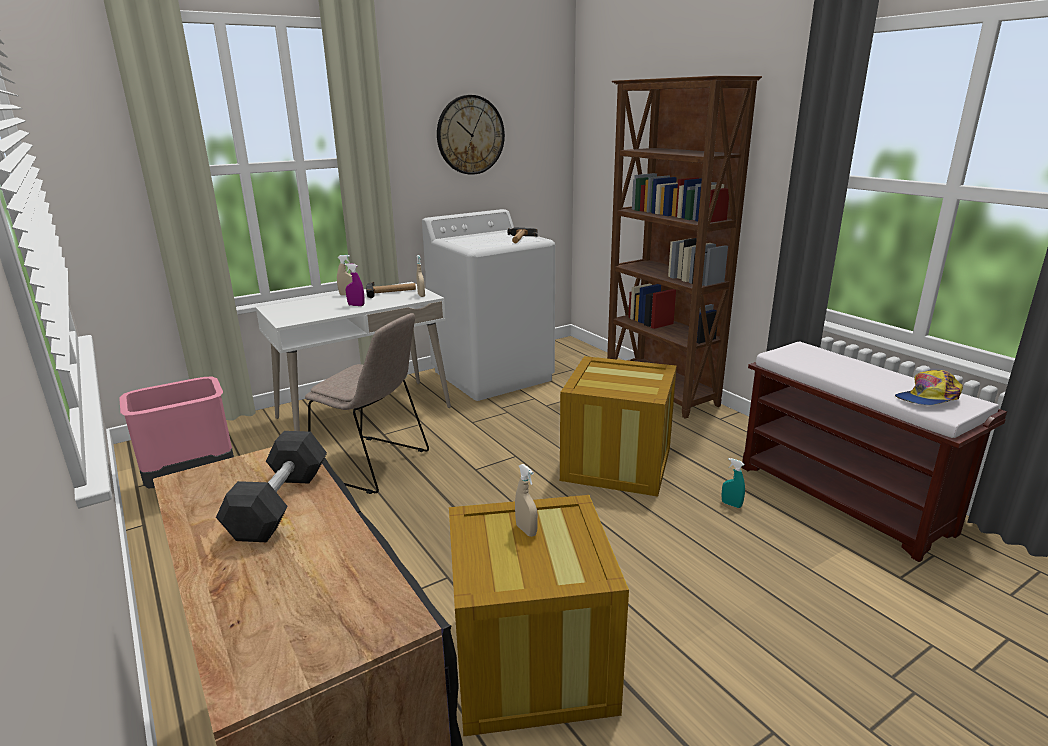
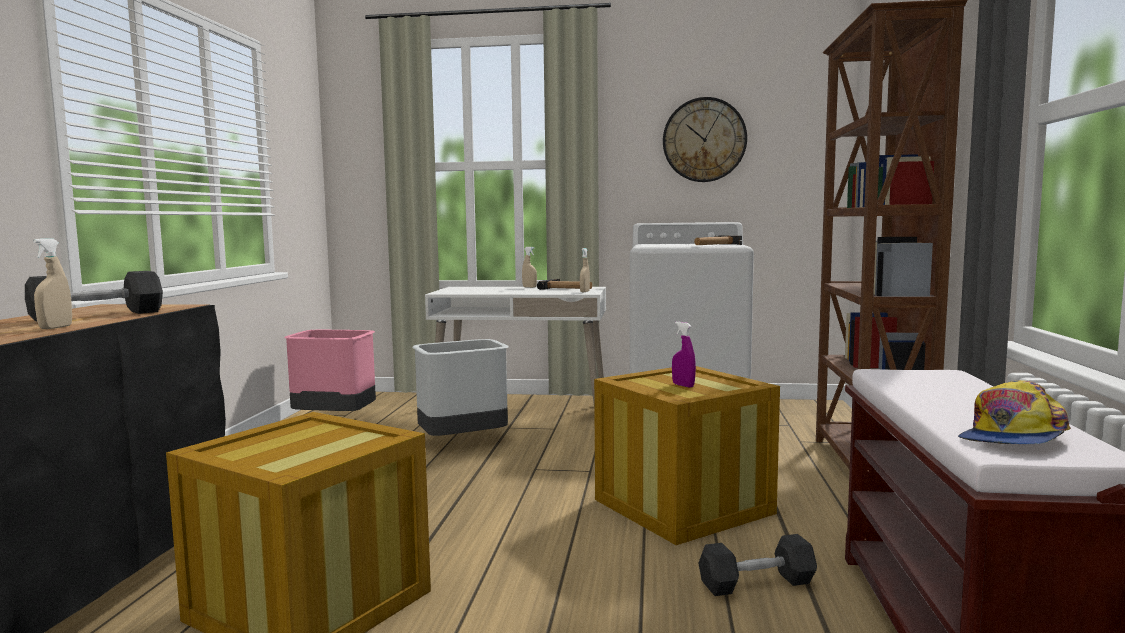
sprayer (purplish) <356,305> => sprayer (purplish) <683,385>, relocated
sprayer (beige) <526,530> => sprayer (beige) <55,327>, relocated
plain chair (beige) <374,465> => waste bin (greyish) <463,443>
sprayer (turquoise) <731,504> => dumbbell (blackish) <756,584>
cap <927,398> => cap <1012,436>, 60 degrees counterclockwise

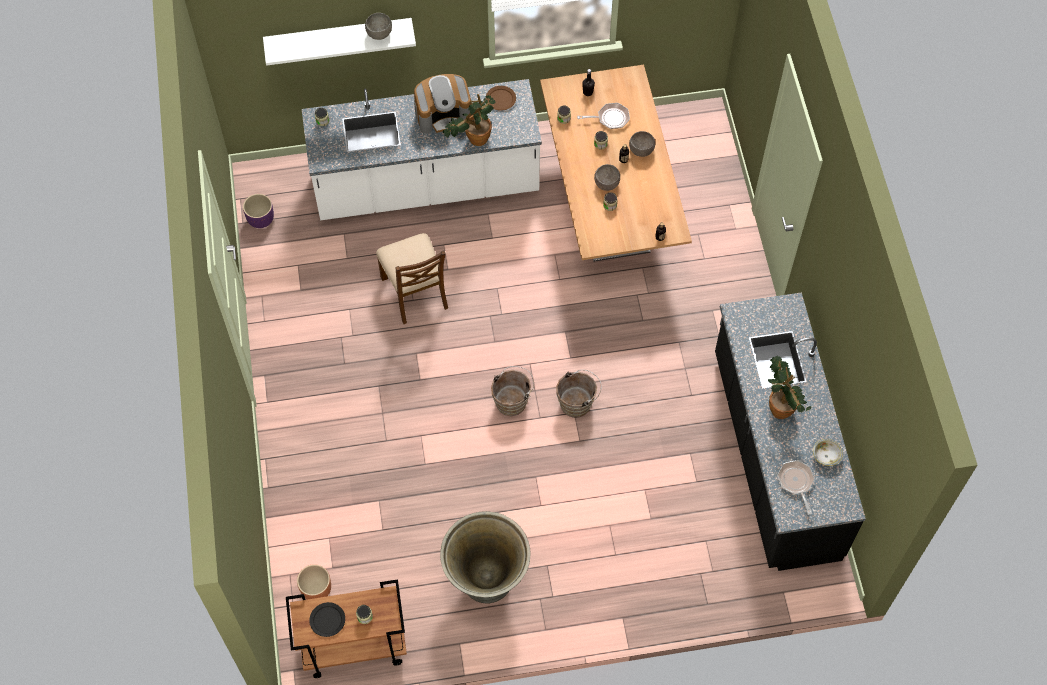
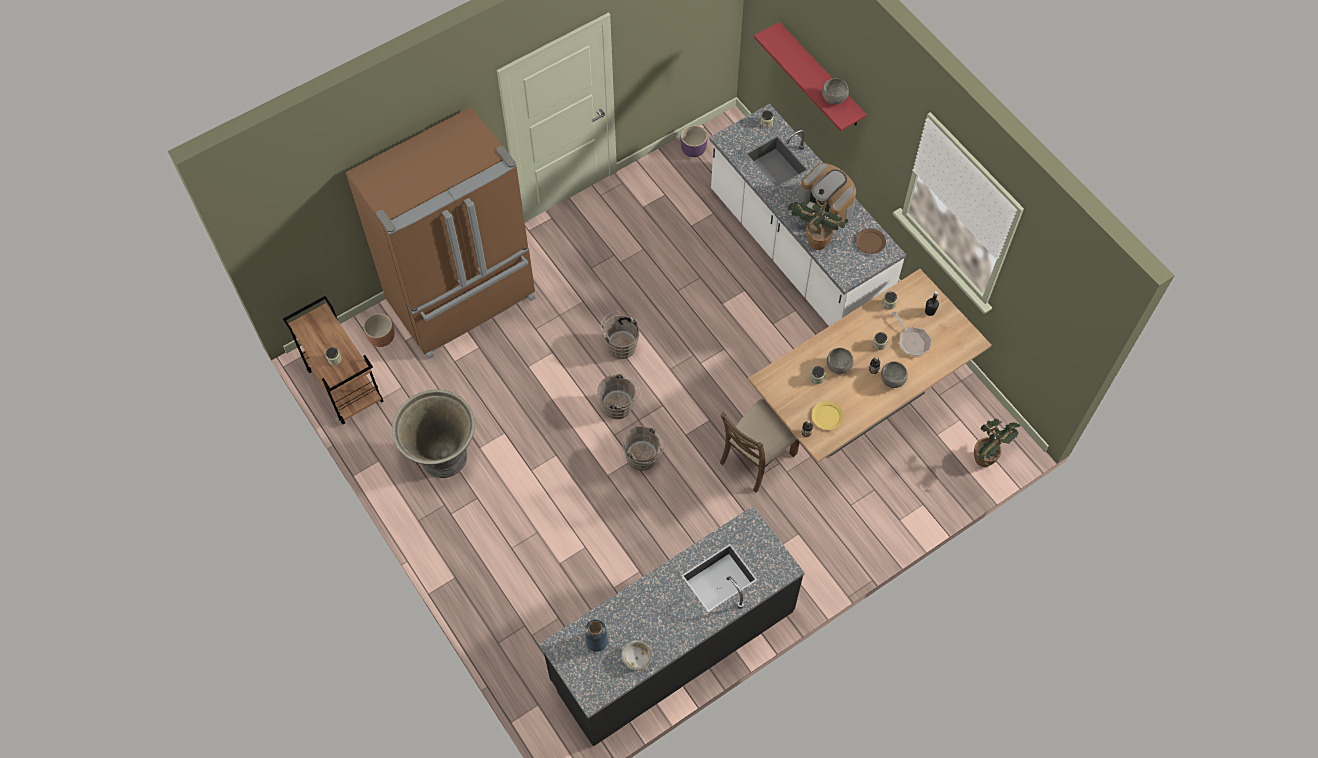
flat dish (blackish) <327,620> => nothing
nothing => refrigerator (brown) <463,301>
nothing => water bucket (brown) <620,344>
nothing => flat dish (yellow-coloured) <827,416>
plain chair (brown) <415,292> => plain chair (brown) <756,458>, relocated
potted plant <780,405> => potted plant <988,457>, relocated
skillet <796,482> => flower vase (blue-coloured) <596,641>
shelf (white) <338,36> => shelf (reddish) <820,76>

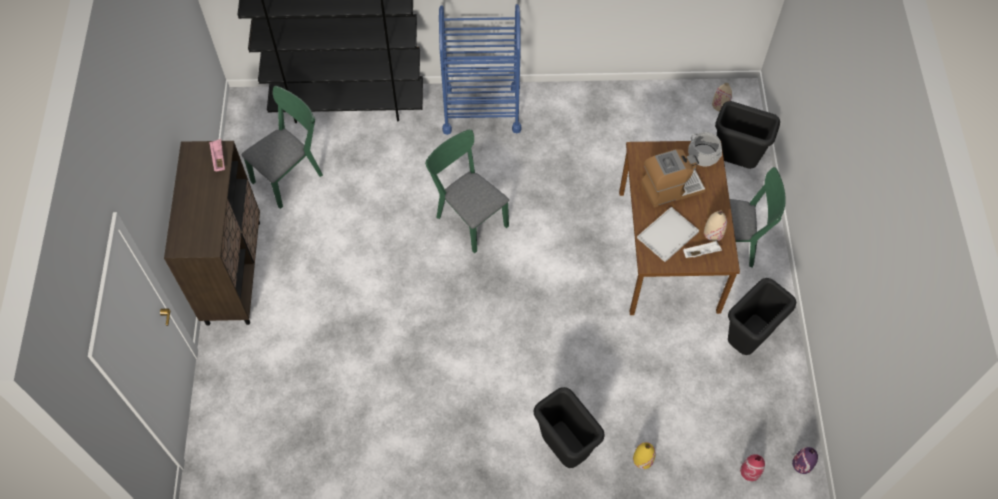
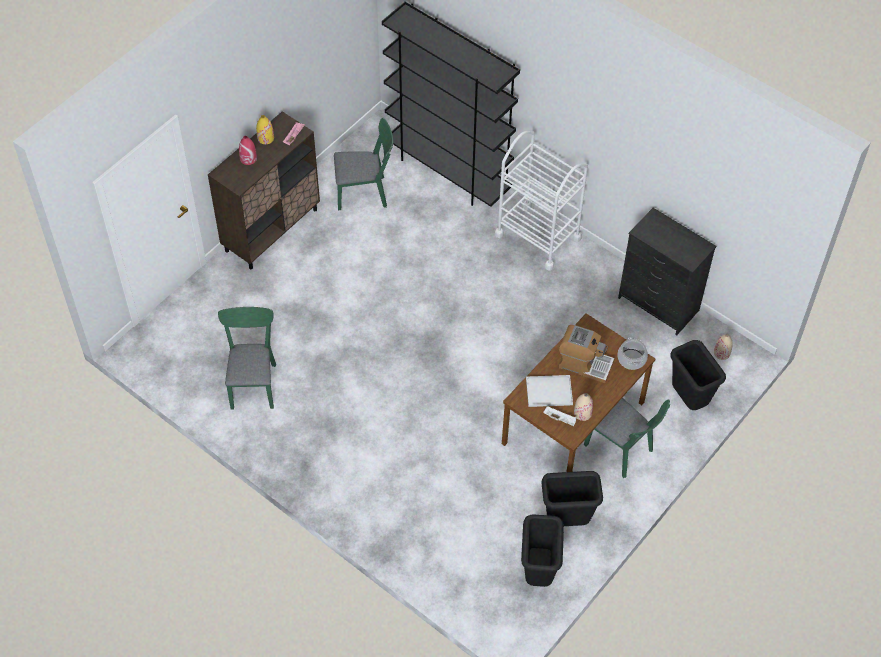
flower vase (purplish) <802,464> => nothing
nothing => chest of drawers (blackish) <658,304>
plain chair (green-coloured) <468,217> => plain chair (green-coloured) <253,382>, relocated
waste bin (blackish) <565,449> => waste bin (blackish) <538,573>, relocated
flower vase (yellow-coloured) <642,459> => flower vase (yellow-coloured) <265,138>, relocated
flower vase (reddish) <750,471> => flower vase (reddish) <248,158>, relocated
wheeled cart (blue-coloured) <481,109> => wheeled cart (white) <538,236>

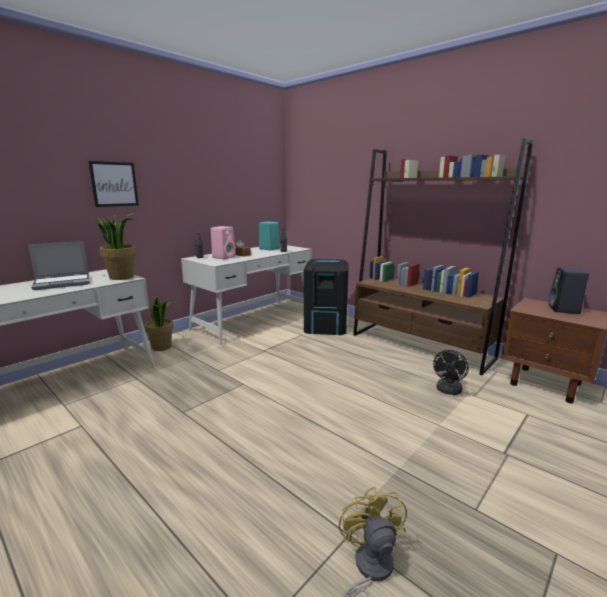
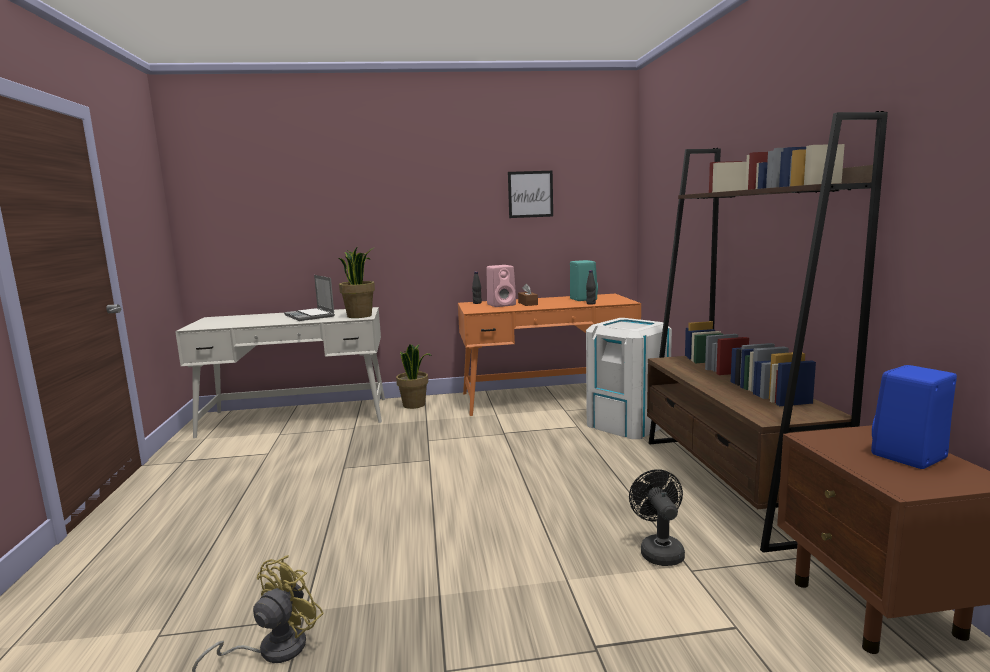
wall art <114,184> => wall art <530,194>, relocated
desk table (white) <254,320> => desk table (orangey) <548,397>
waste bin (blackish) <326,326> => waste bin (white) <628,424>
audio speaker (blackish) <564,310> => audio speaker (blue-coloured) <908,457>
notebook computer <63,283> => notebook computer <310,316>, 45 degrees clockwise
electric fan (blackish) <448,391> => electric fan (blackish) <659,550>, 105 degrees clockwise

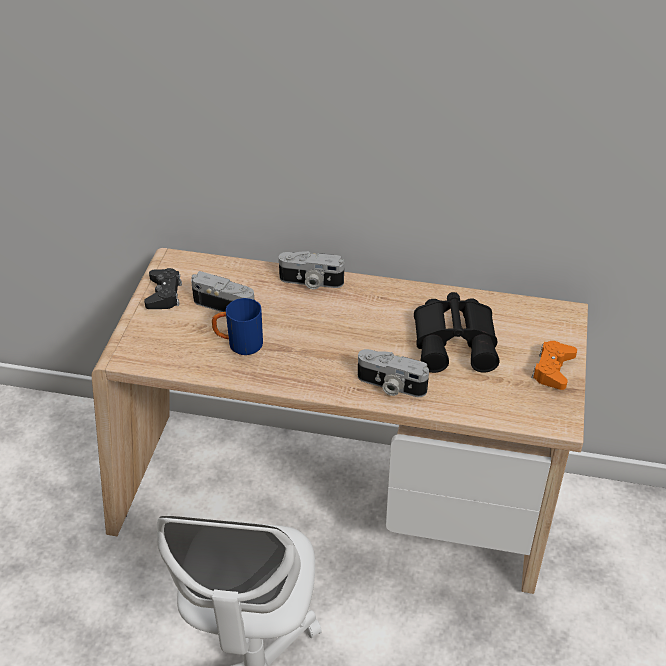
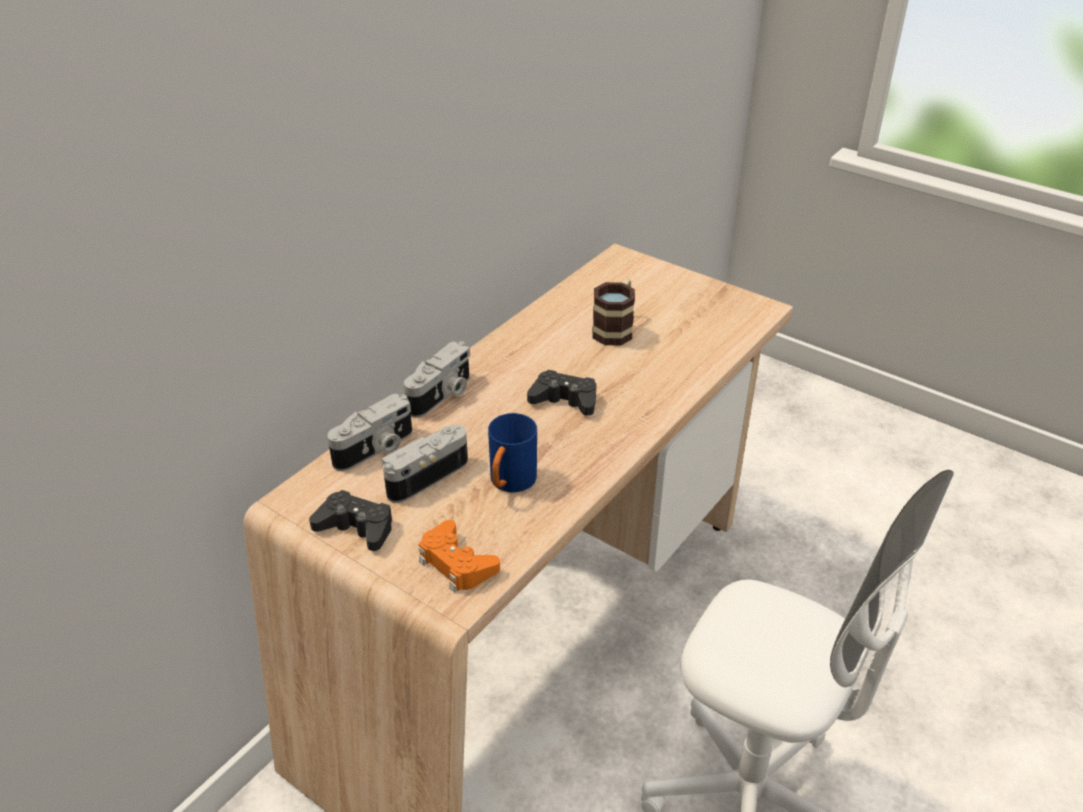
nothing => gamepad (blackish) <564,400>
photo camera <390,386> => photo camera <376,450>, relocated
gamepad (orangey) <553,369> => gamepad (orangey) <456,563>, relocated
binoculars (blackish) <456,341> => tea mug <615,328>

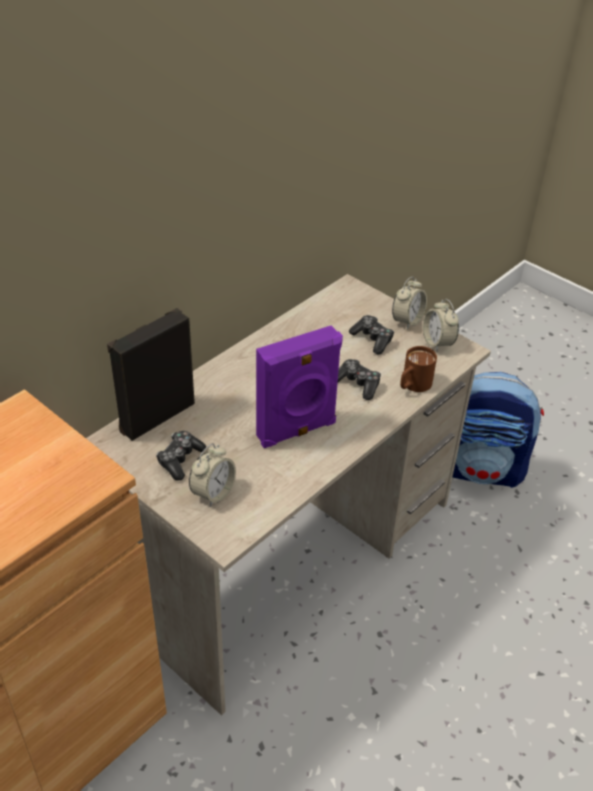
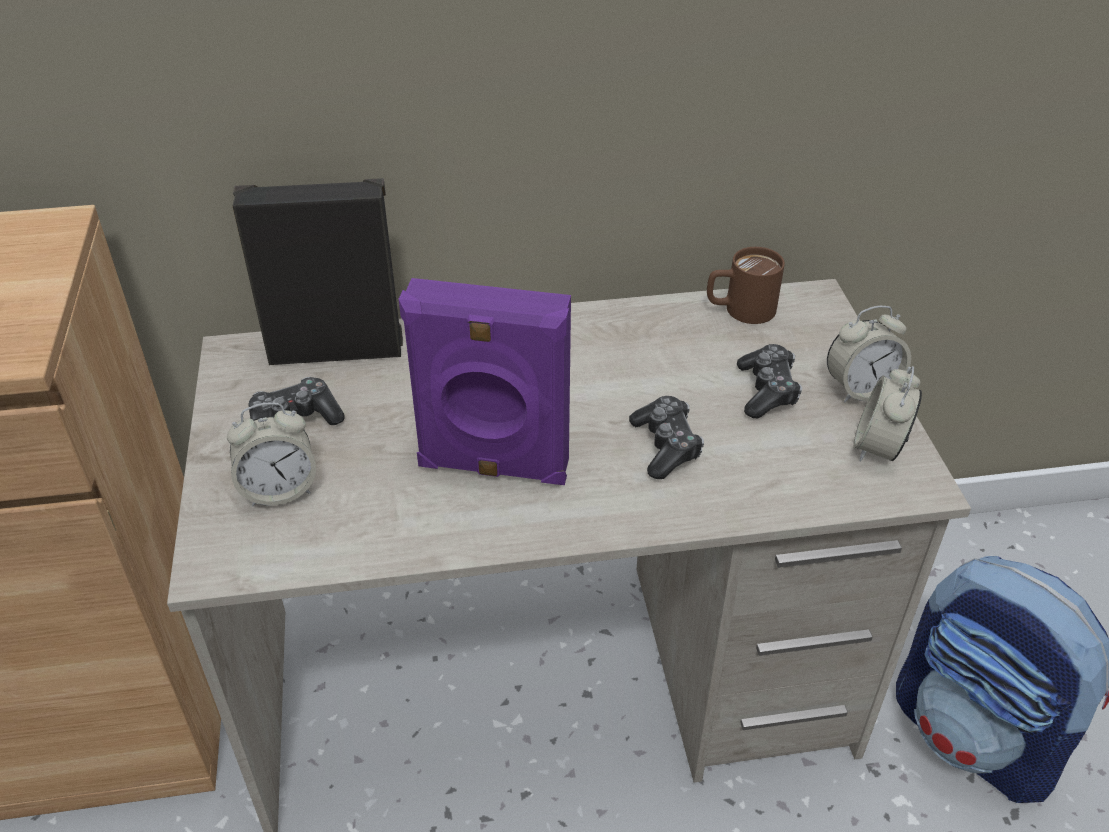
tea mug (brown) <412,385> => tea mug (brown) <739,310>, relocated

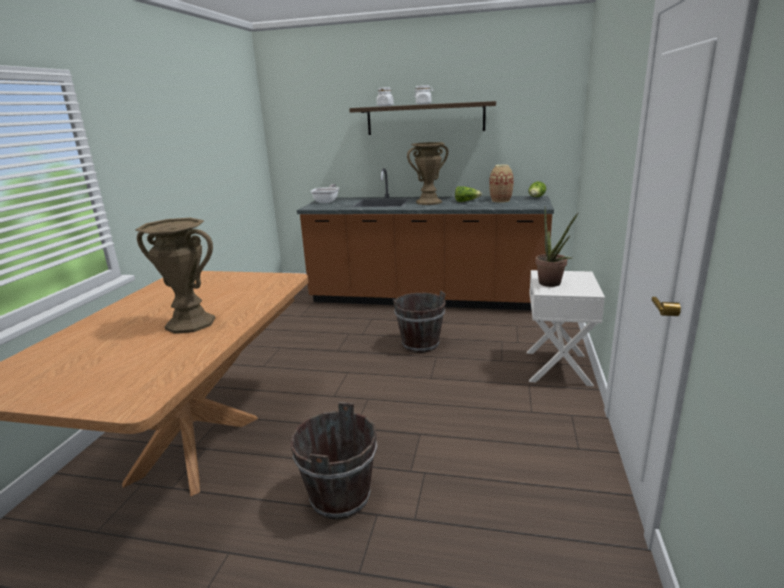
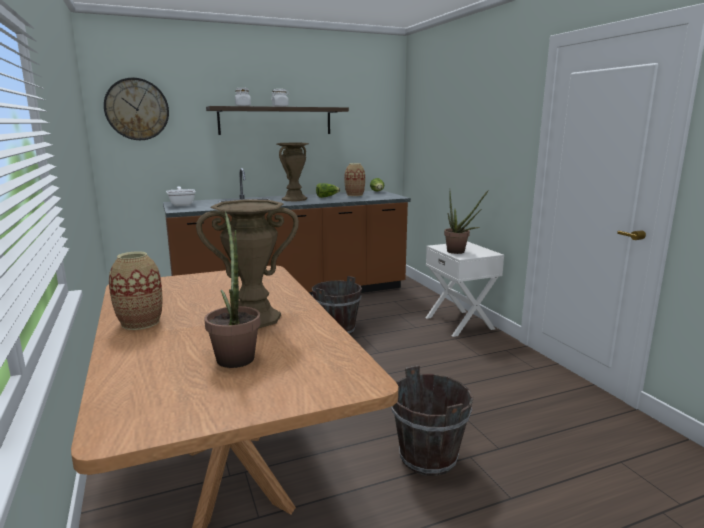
nothing => wall clock <137,109>
nothing => flower vase <140,323>
nothing => potted plant <235,355>

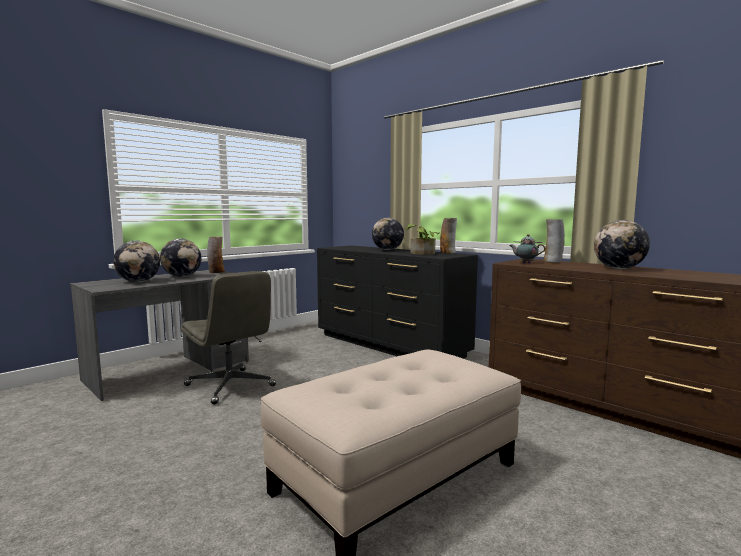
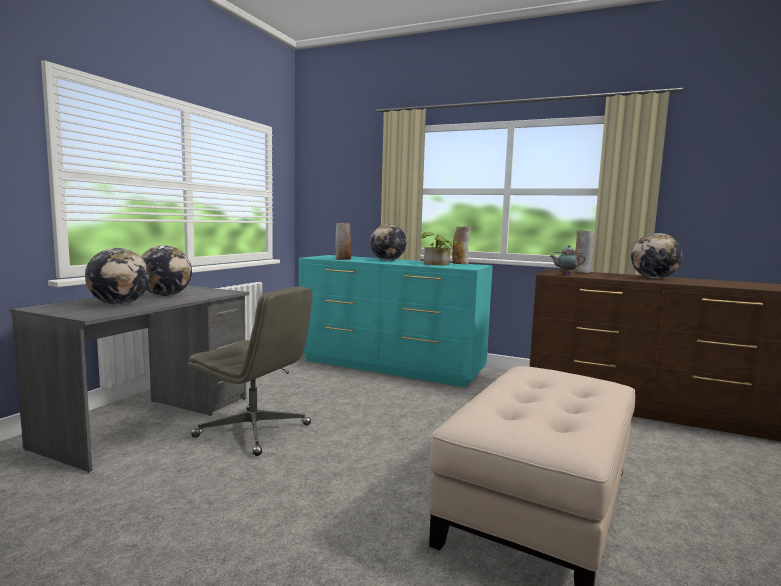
flower vase <216,272> => flower vase <343,259>, relocated
chest of drawers (blackish) <389,345> => chest of drawers (turquoise) <390,367>

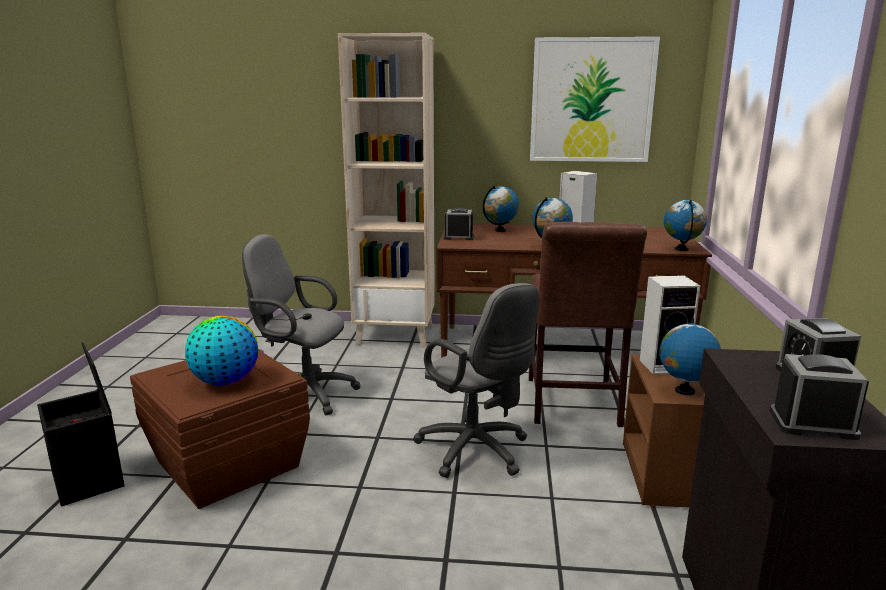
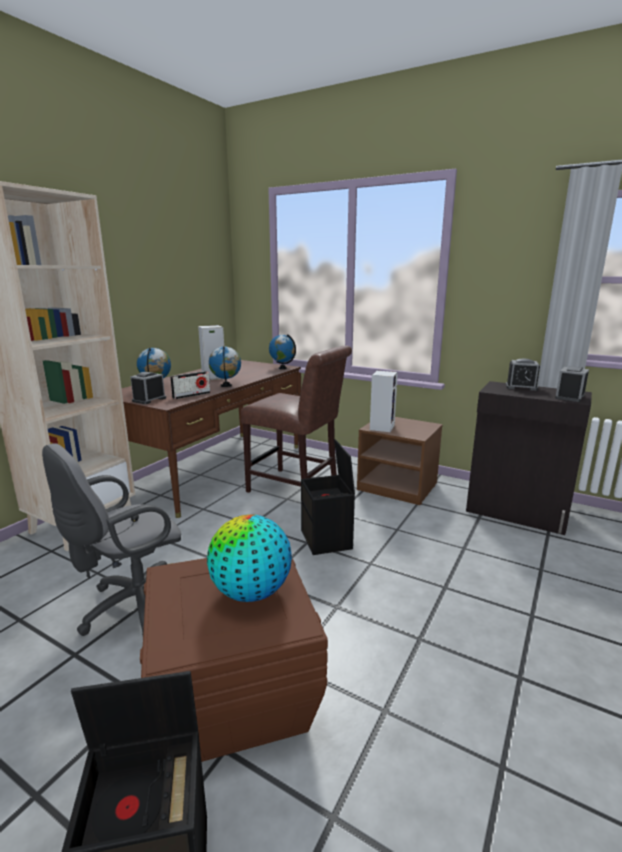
wall art <591,100> => nothing
globe <684,391> => nothing
nothing => radio set <191,395>
desk chair (greyish) <477,452> => storage container (blackish) <327,540>

